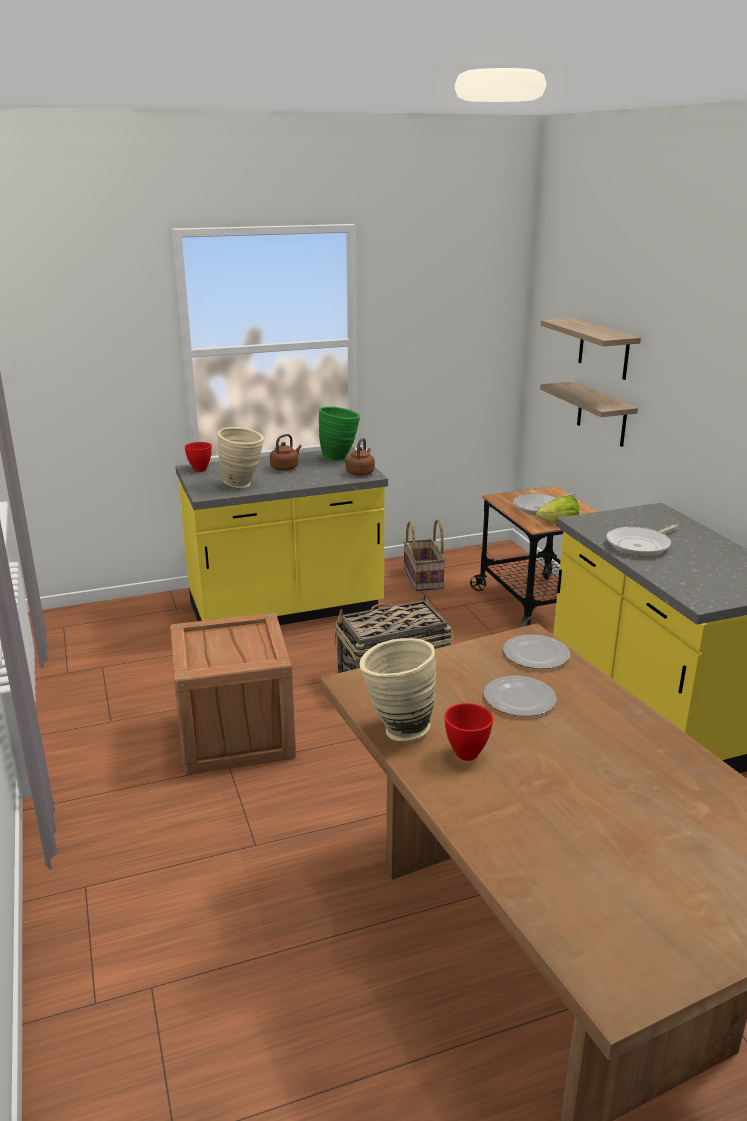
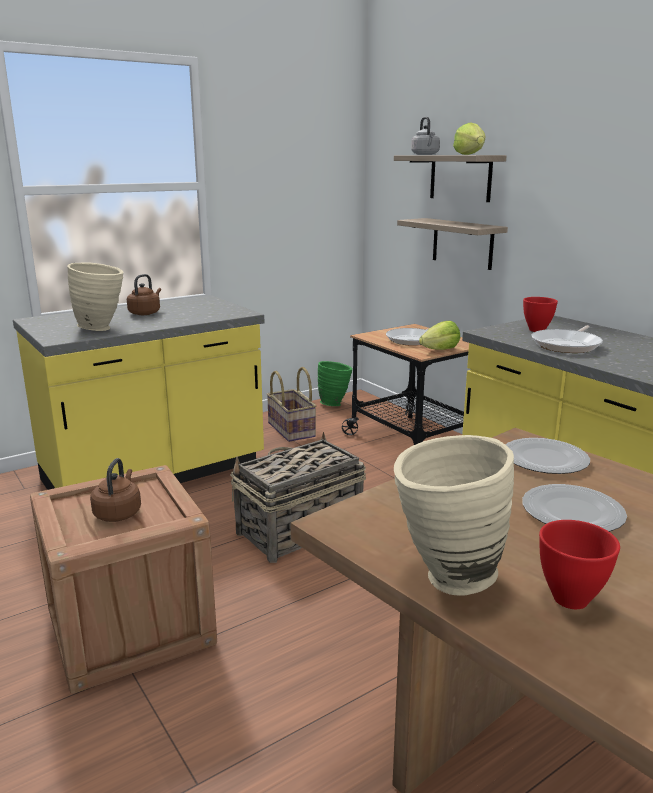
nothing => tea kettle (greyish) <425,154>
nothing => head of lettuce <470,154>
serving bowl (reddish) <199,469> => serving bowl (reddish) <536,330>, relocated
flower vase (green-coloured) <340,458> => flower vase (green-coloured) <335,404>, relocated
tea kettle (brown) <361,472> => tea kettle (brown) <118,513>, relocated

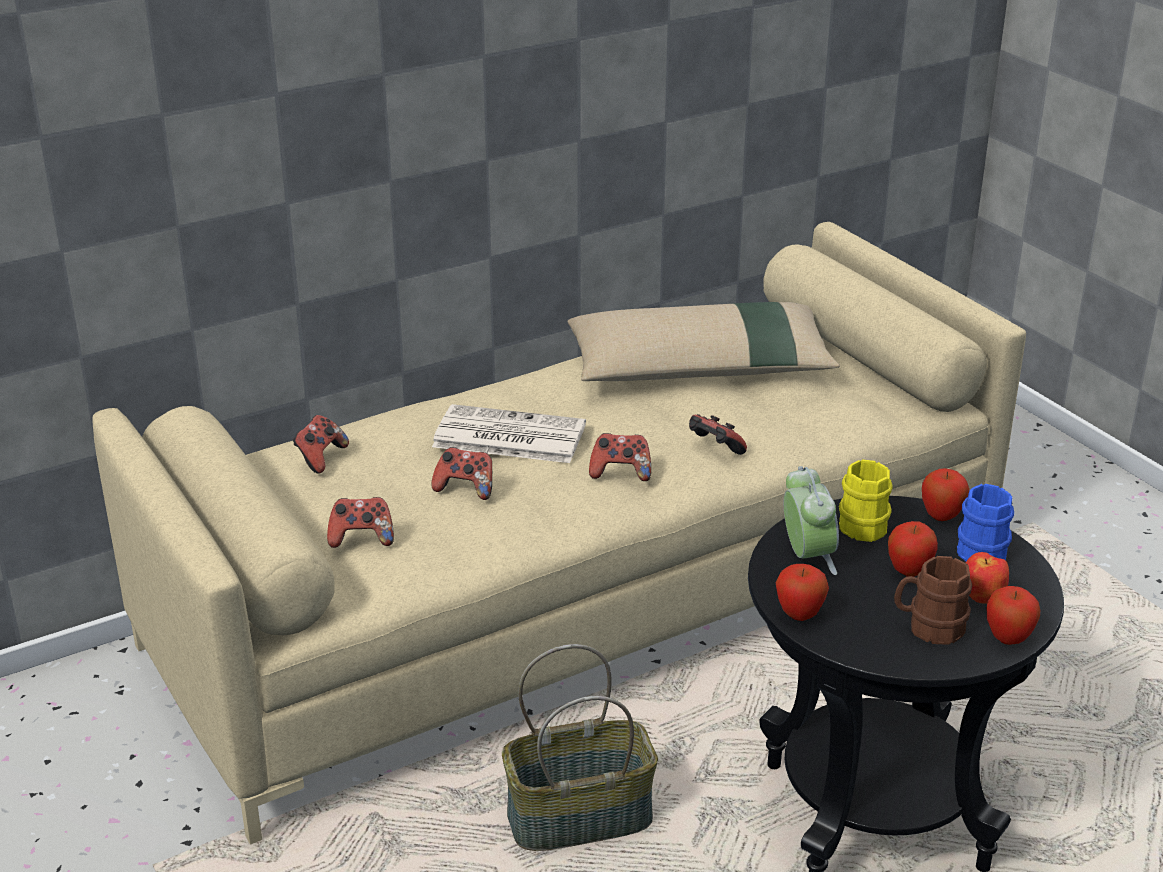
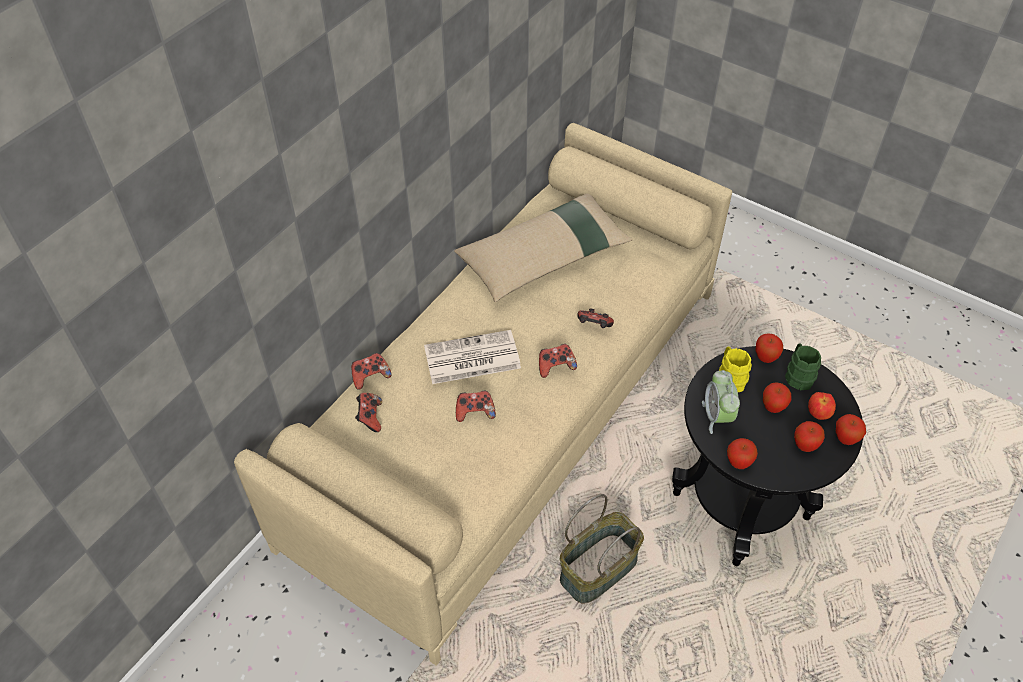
gamepad <362,538> => gamepad <370,377>, relocated
tea mug (brown) <929,627> => apple <804,446>
tea mug (blue-coloured) <982,548> => tea mug (green-coloured) <798,375>
bedside clock <807,557> => bedside clock <717,416>, 150 degrees counterclockwise

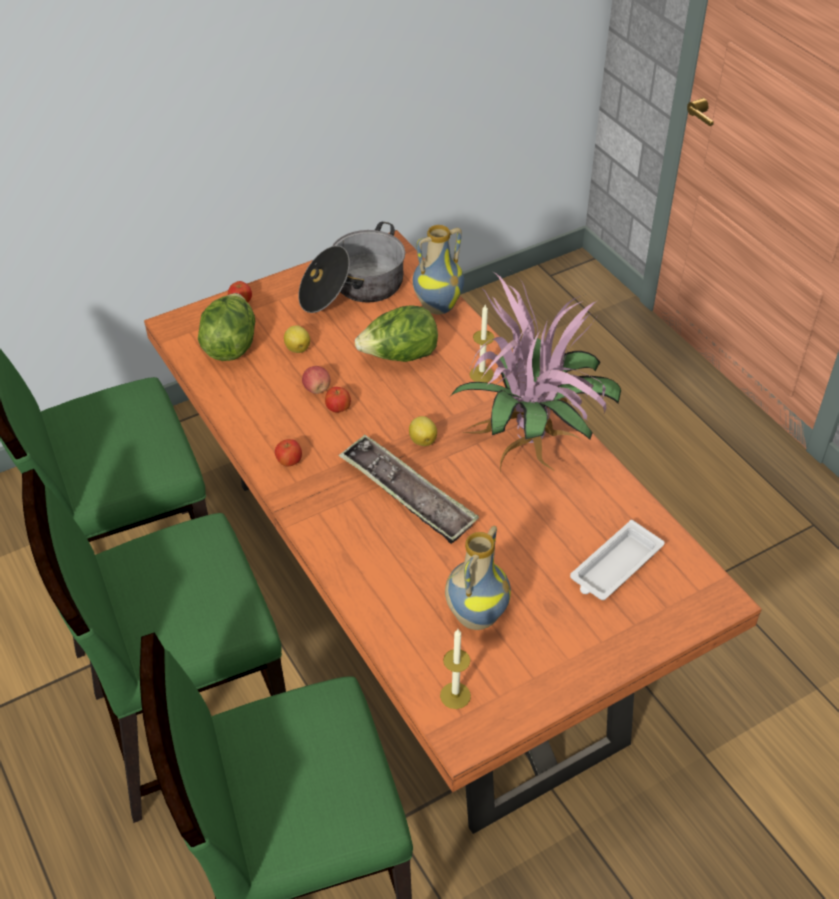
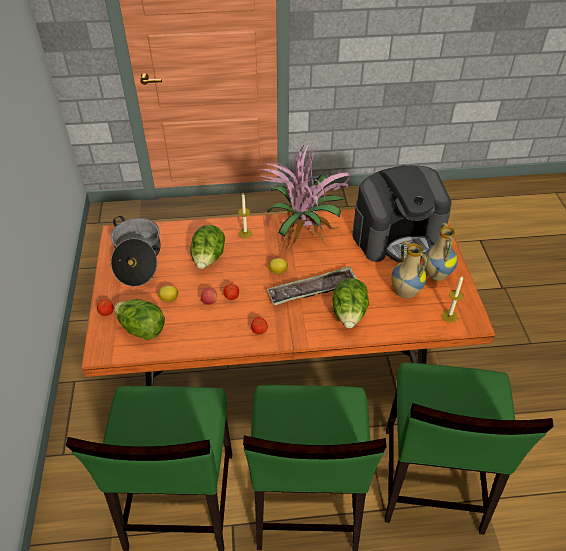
nothing => head of lettuce <349,315>
flower vase <437,306> => flower vase <435,275>, relocated
carrying tray (white) <615,566> => coffee machine <397,235>

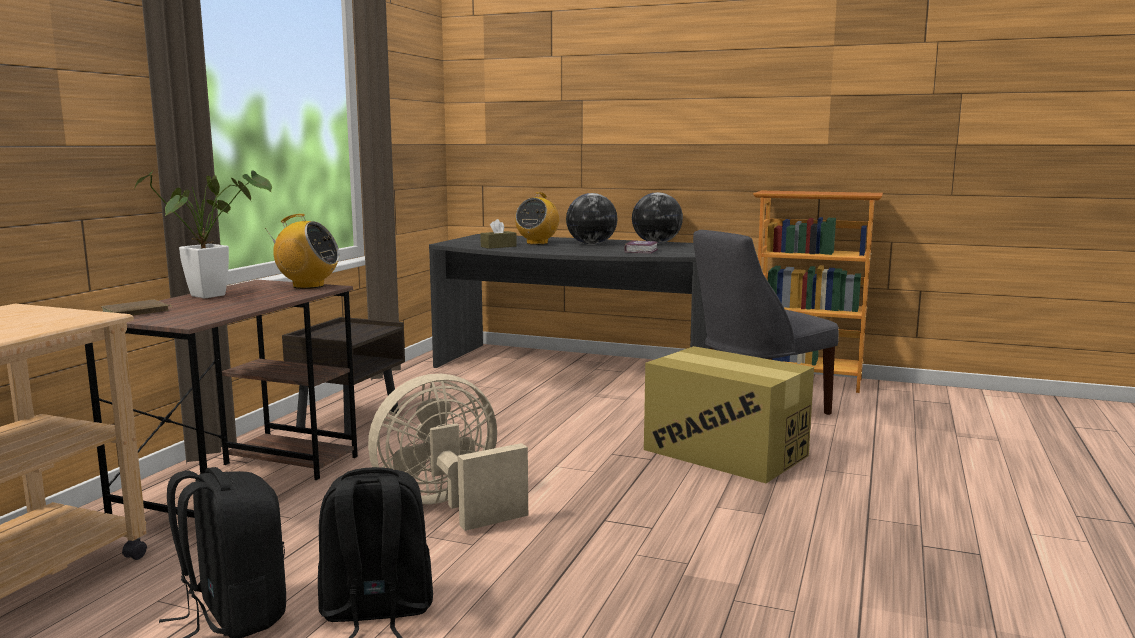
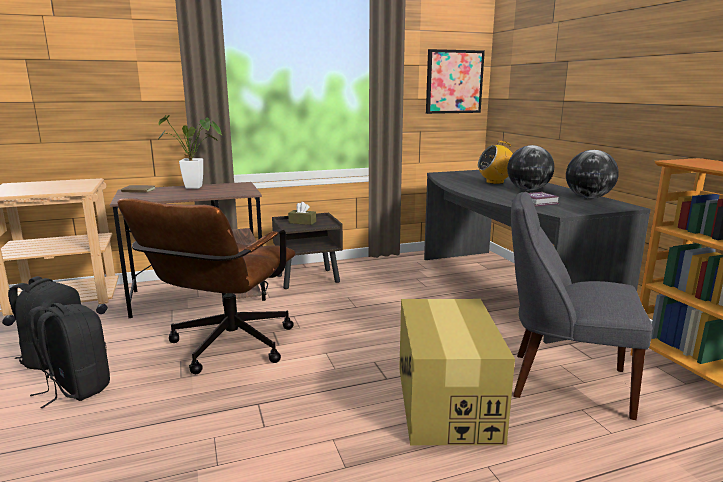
radio set <308,286> => nothing
nothing => wall art <454,82>
tissue box (brown) <498,246> => tissue box (brown) <302,222>, relocated
electric fan (beige) <448,506> => desk chair (brown) <225,349>

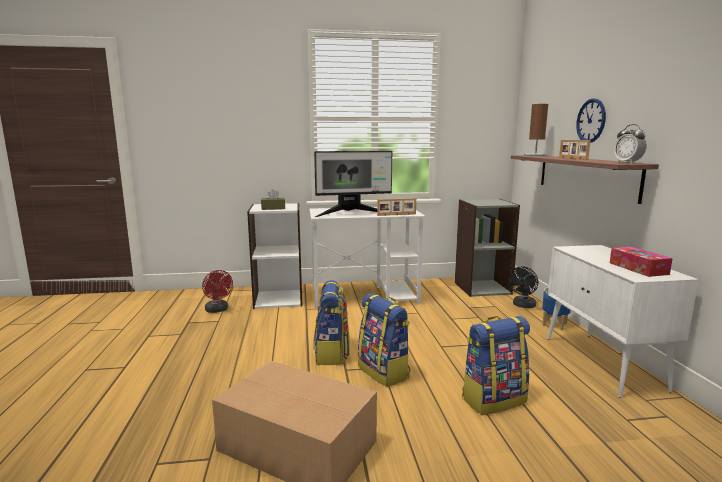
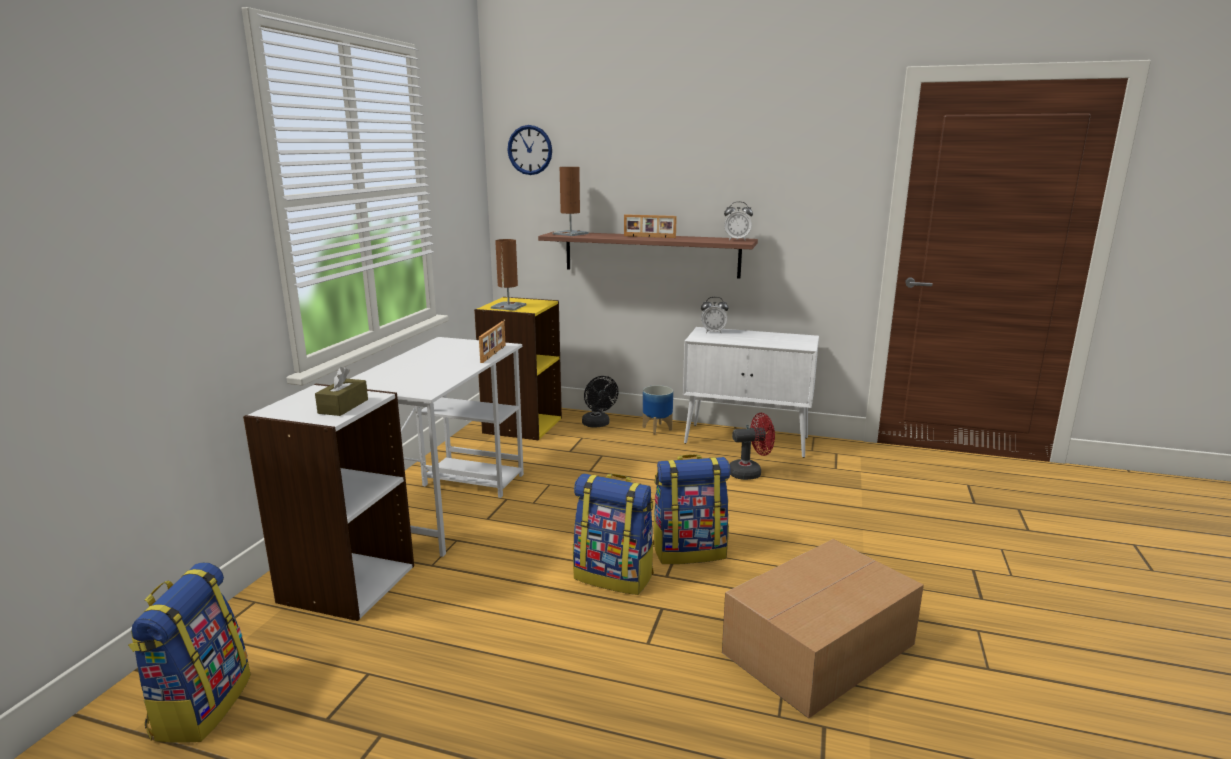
computer screen <352,213> => nothing
tissue box <638,268> => nothing
nothing => table lamp (brown) <508,306>
nothing => bedside clock <713,332>
electric fan (reddish) <218,310> => electric fan (reddish) <750,473>, relocated
rucksack <493,399> => rucksack <201,706>, relocated
wall clock <591,121> => wall clock <530,150>, relocated
shelving unit (greyish) <482,288> => shelving unit (yellow-coloured) <522,425>

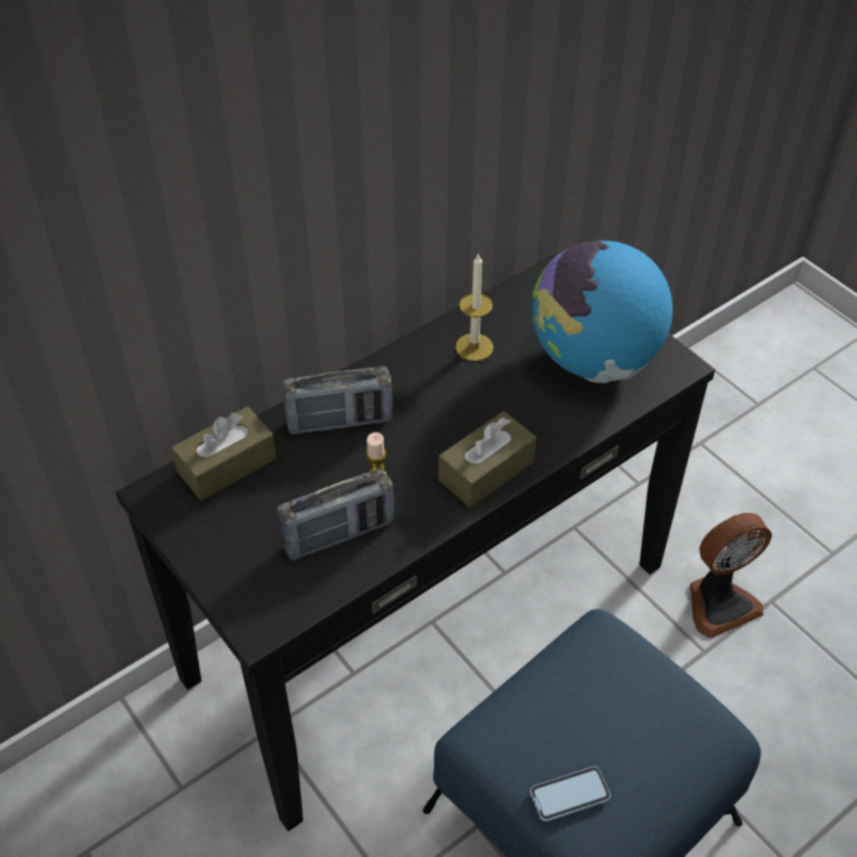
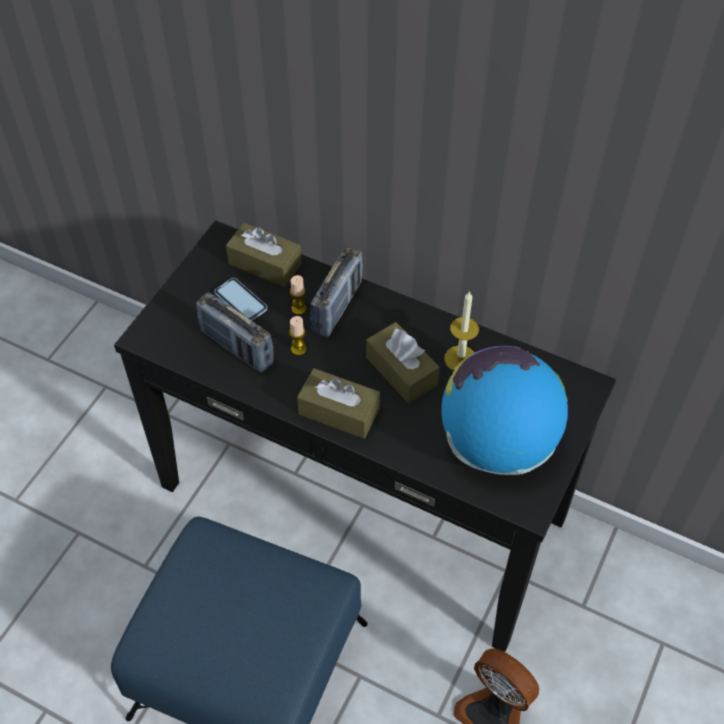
nothing => candle <299,309>
nothing => tissue box (brown) <401,371>
telephone <569,795> => telephone <241,301>, relocated
radio set <339,421> => radio set <337,307>, 120 degrees counterclockwise

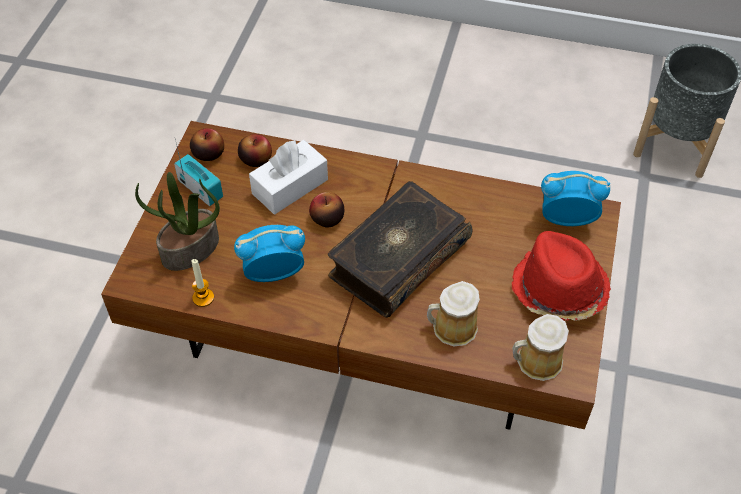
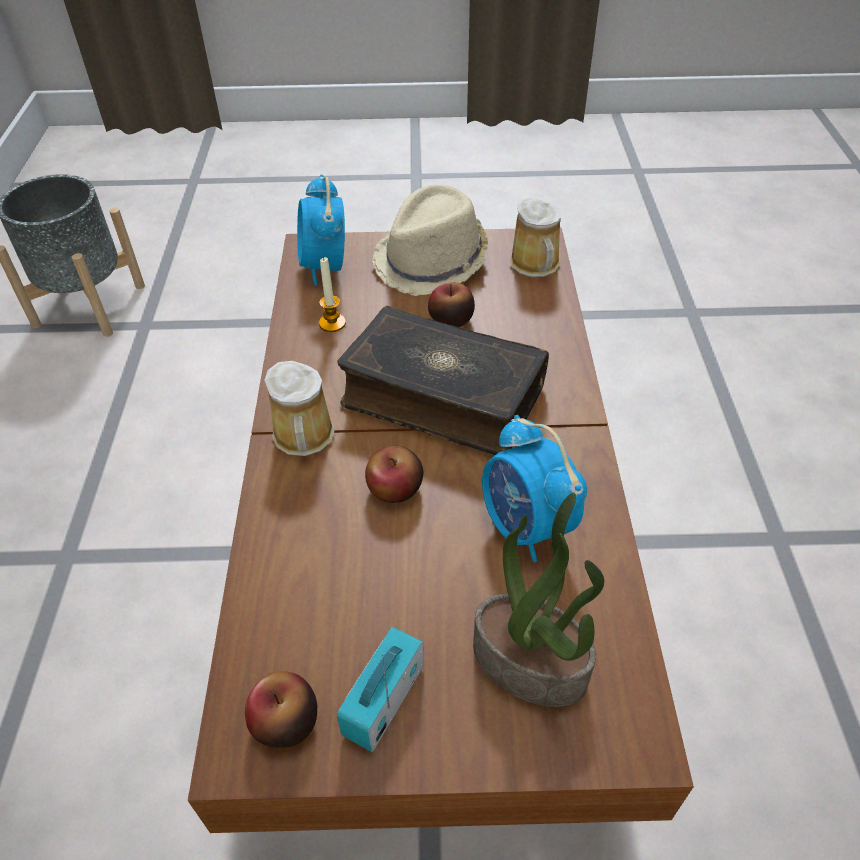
tissue box (white) <290,186> => nothing
candle <203,298> => candle <332,323>, relocated
apple <256,159> => apple <451,320>, relocated
tea mug <451,328> => tea mug <304,438>, relocated
clothing hat (reddish) <558,289> => clothing hat (beige) <432,262>

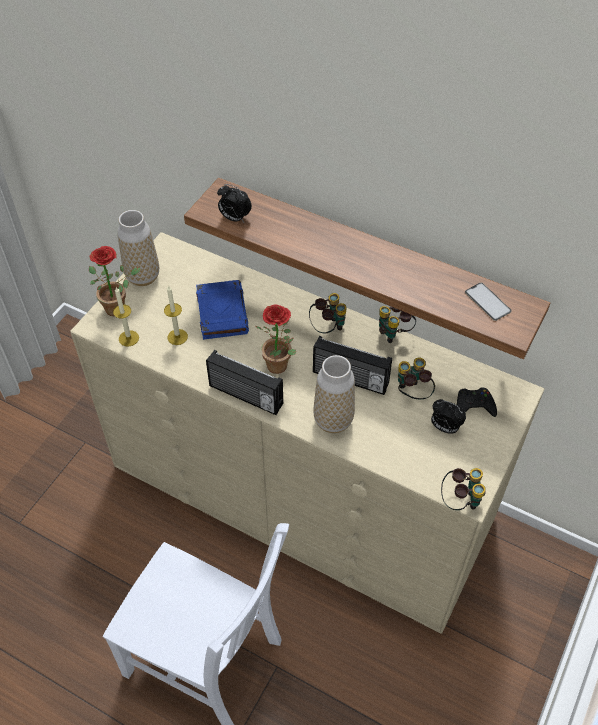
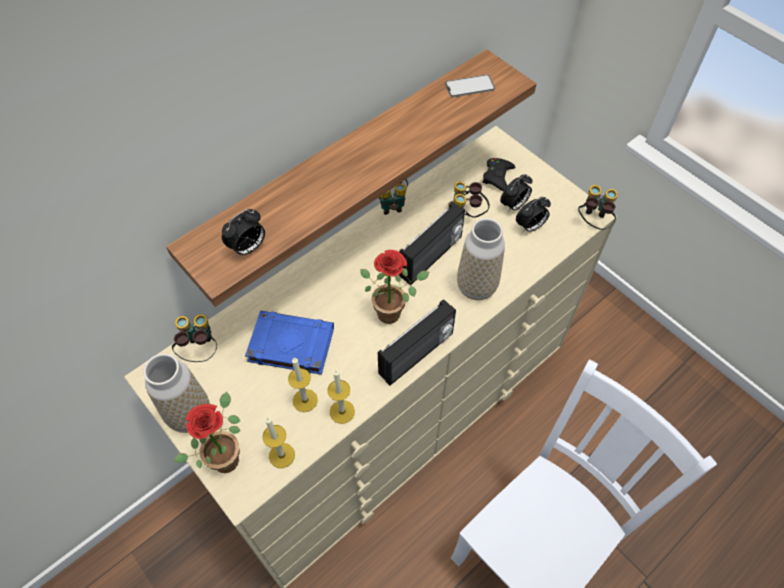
nothing => candle <342,411>
nothing => bedside clock <530,227>
binoculars <327,327> => binoculars <200,350>, relocated

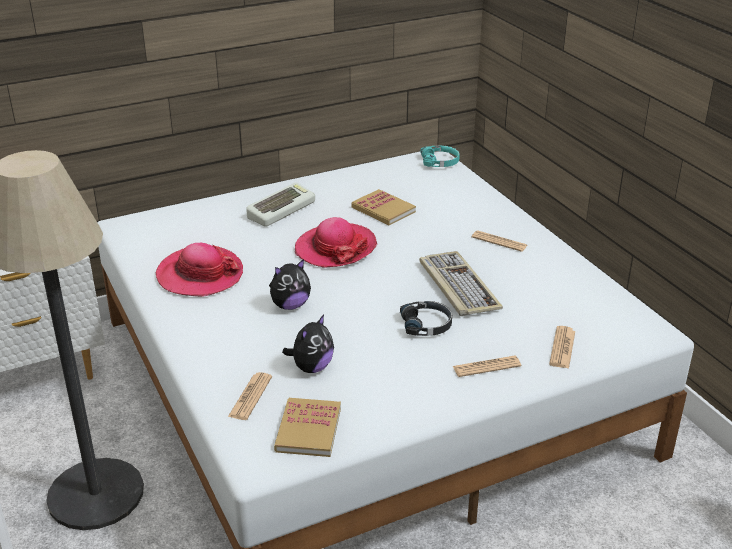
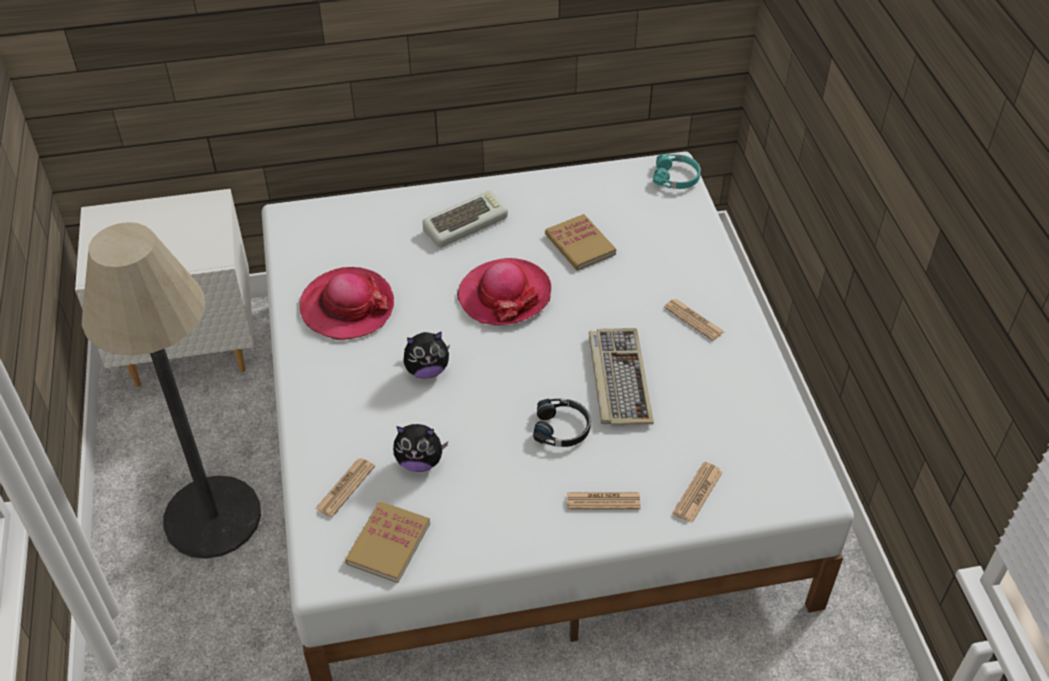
plush toy <311,367> => plush toy <419,462>, 45 degrees clockwise

